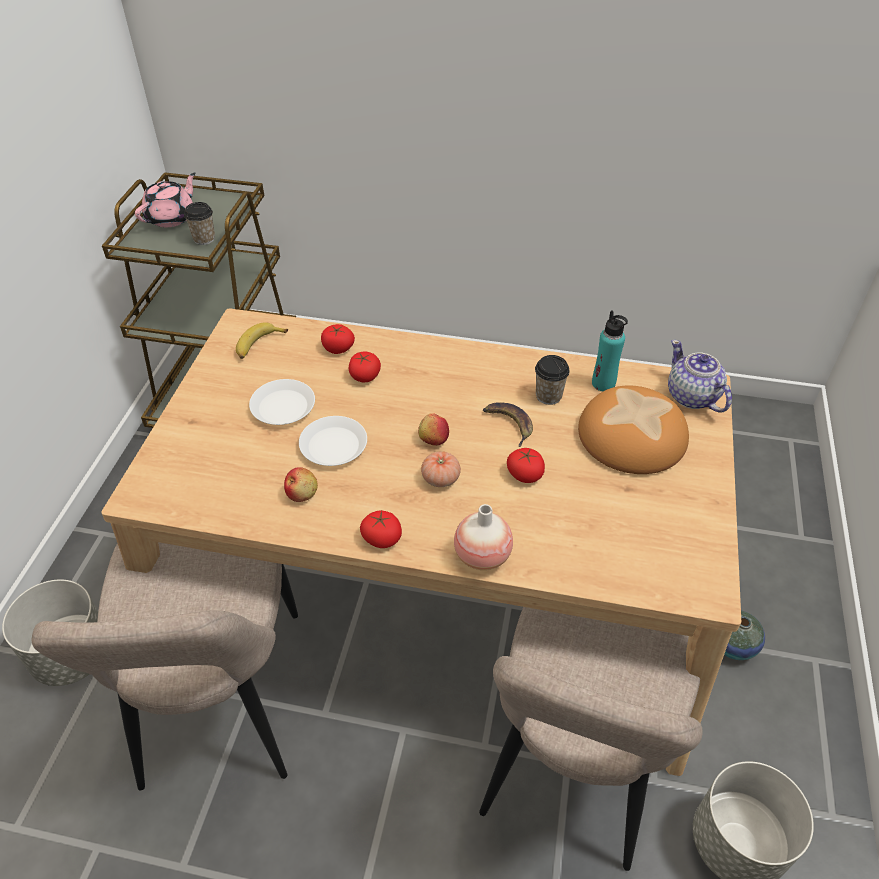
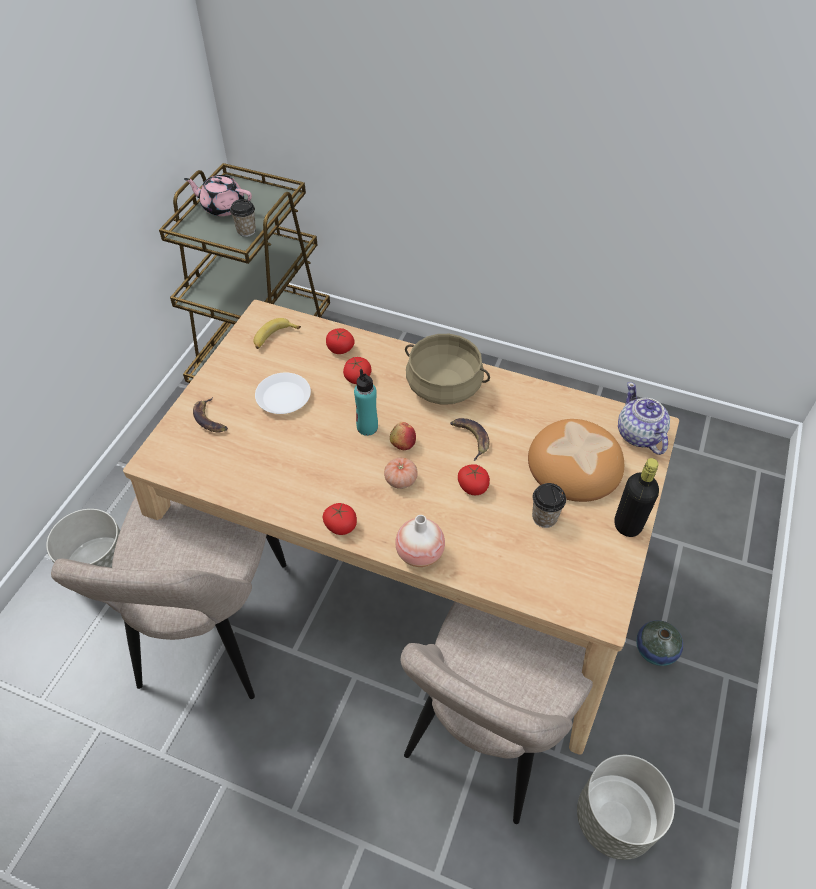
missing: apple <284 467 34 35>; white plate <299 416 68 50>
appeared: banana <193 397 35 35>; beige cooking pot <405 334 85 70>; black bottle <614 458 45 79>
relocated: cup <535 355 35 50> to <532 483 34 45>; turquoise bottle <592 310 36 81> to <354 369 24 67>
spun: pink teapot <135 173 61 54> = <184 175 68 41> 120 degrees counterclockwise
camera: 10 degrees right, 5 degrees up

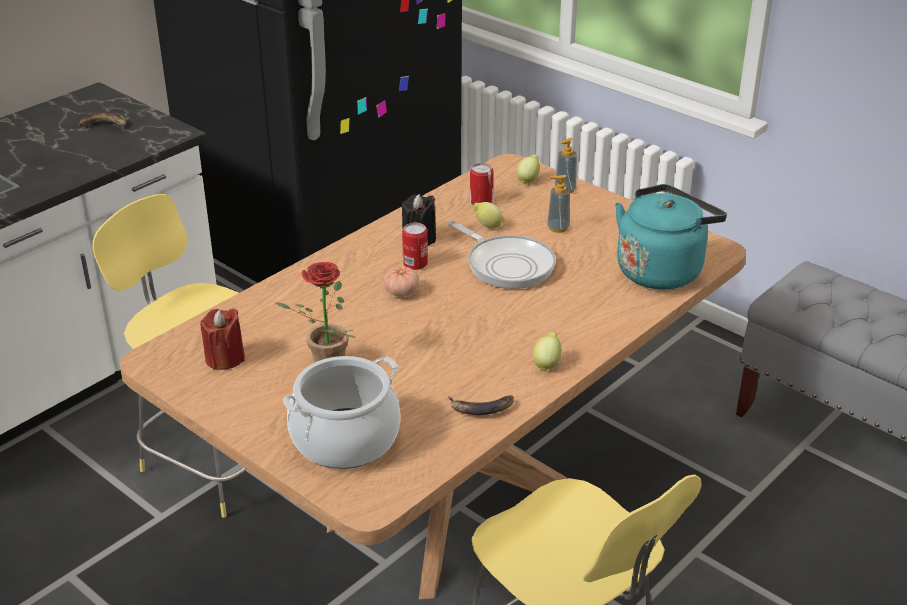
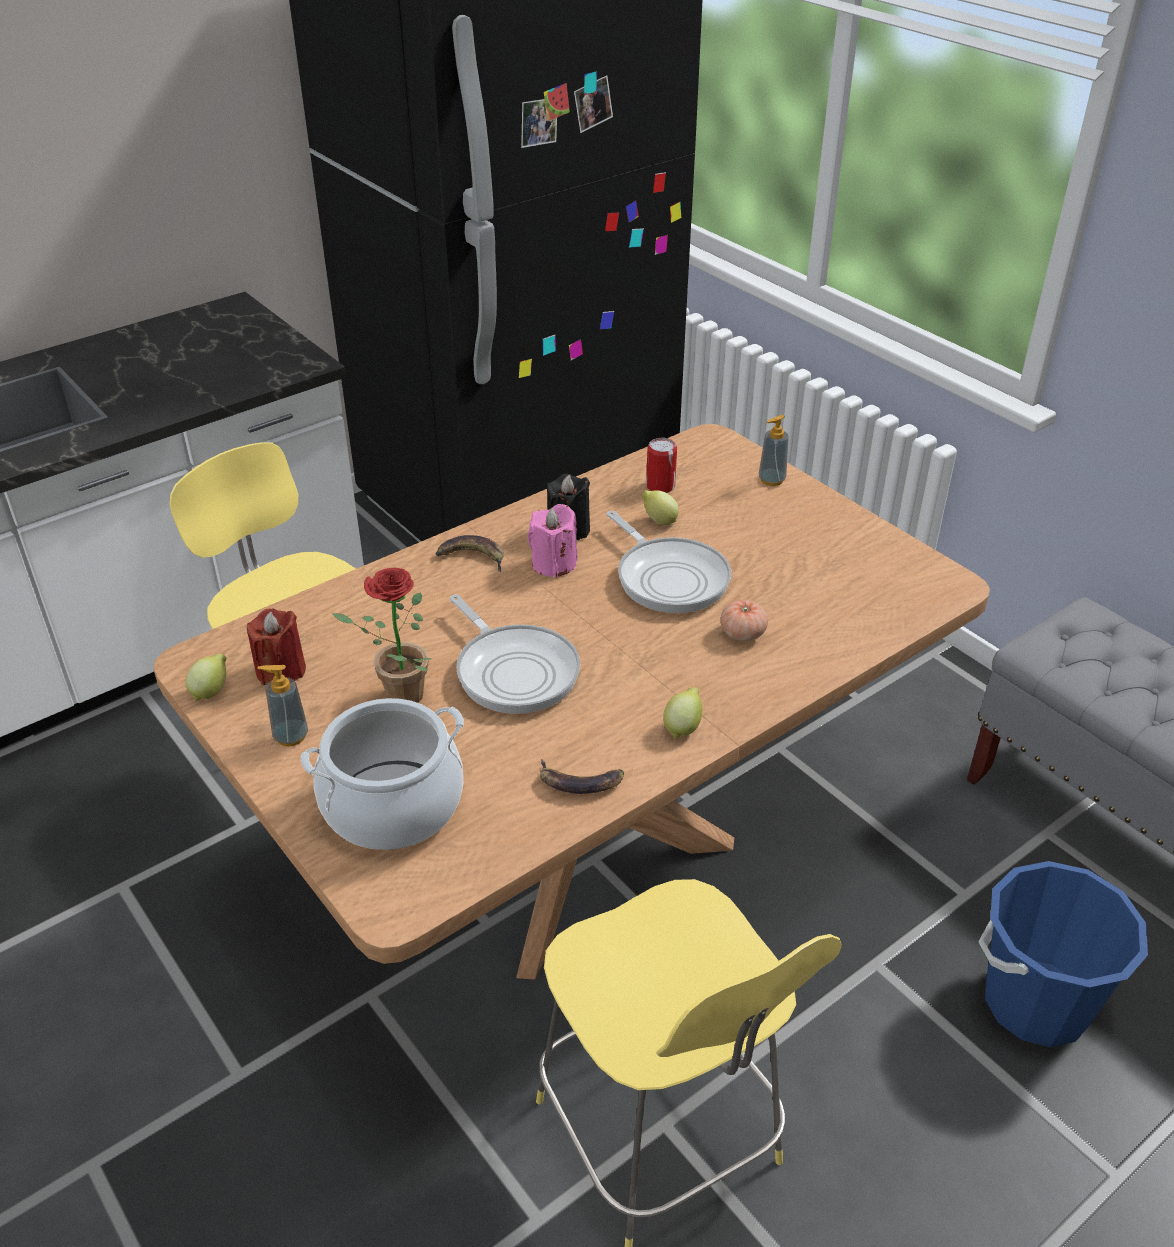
missing: turquoise kettle <615 184 112 106>
appeared: frying pan <449 595 131 119>; blue bucket <978 861 170 186>
relocated: banana <78 112 48 20> to <435 535 69 37>; tomato <384 266 36 31> to <721 600 47 41>; lemon <517 155 23 29> to <186 654 40 47>; soap dispenser <547 175 23 58> to <257 665 51 82>
exchanged: can <402 222 26 48> to pink candle <528 504 50 74>
camera: 10 degrees right, 5 degrees up

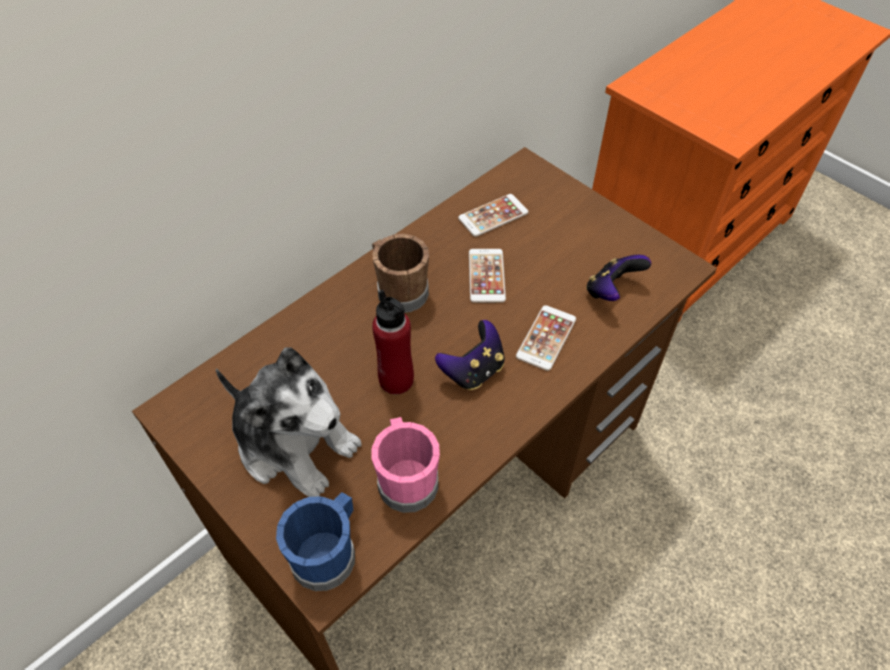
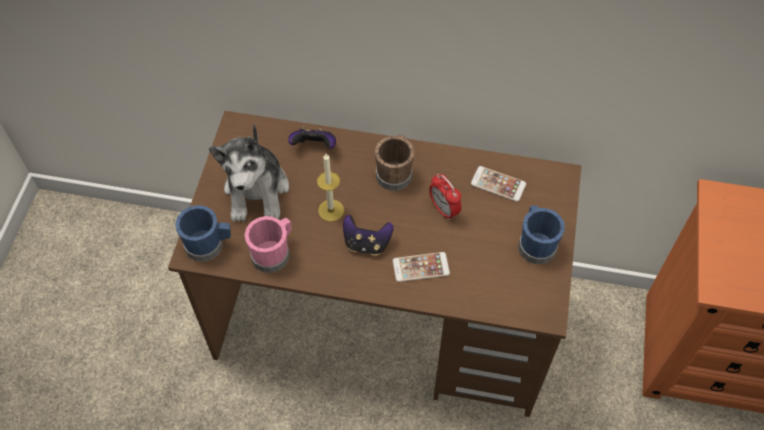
appeared: blue mug <518 205 47 59>
relocated: game controller <586 255 65 46> to <288 126 48 23>
exchanged: red bottle <372 290 42 104> to candle <317 154 27 68>; phone <469 249 37 54> to alarm clock <429 174 32 46>
camera: 55 degrees right, 5 degrees up

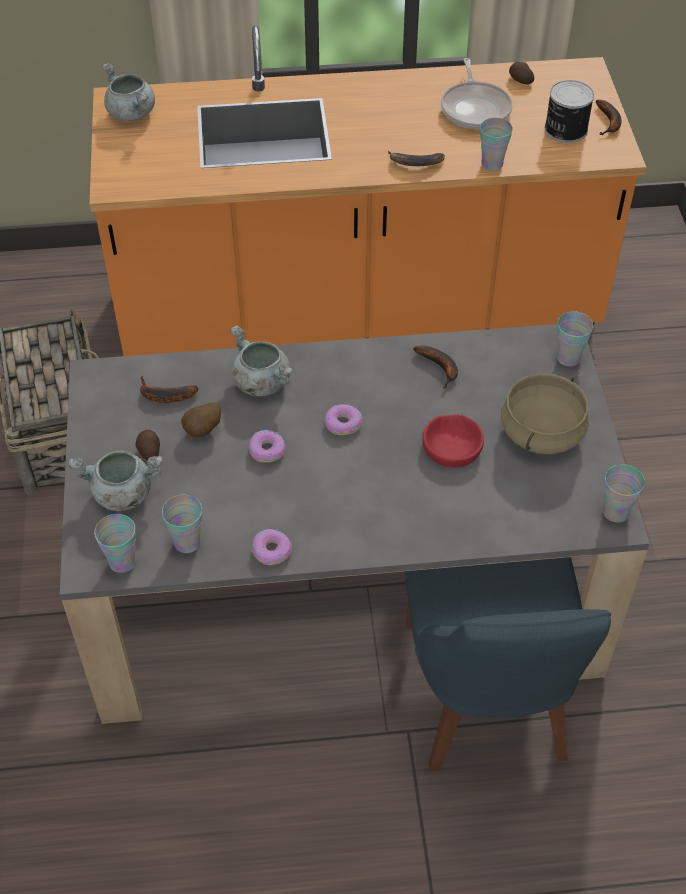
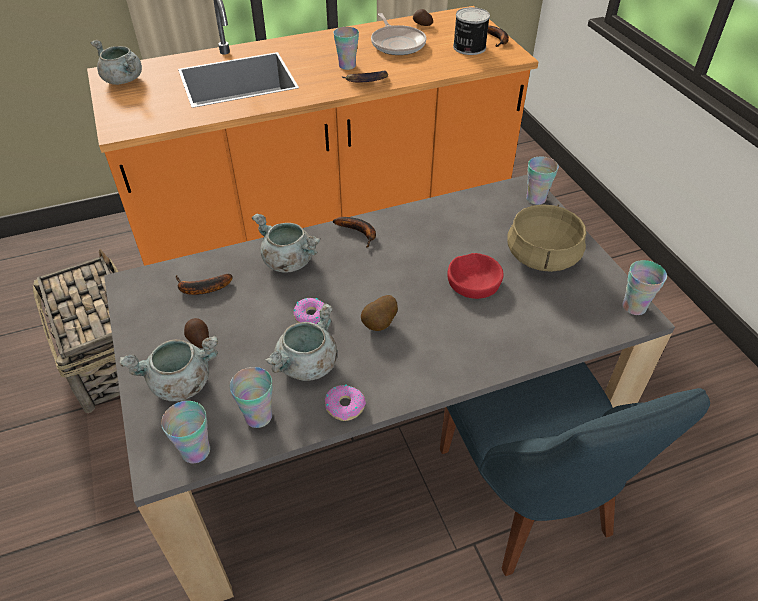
missing: donut <325 404 38 31>
appeared: grey cooking pot <266 303 71 78>
relocated: potato <181 403 40 34> to <361 295 37 36>; banana <413 345 45 43> to <333 217 43 31>; cup <480 118 33 52> to <333 27 26 43>
camera: 15 degrees left, 5 degrees down

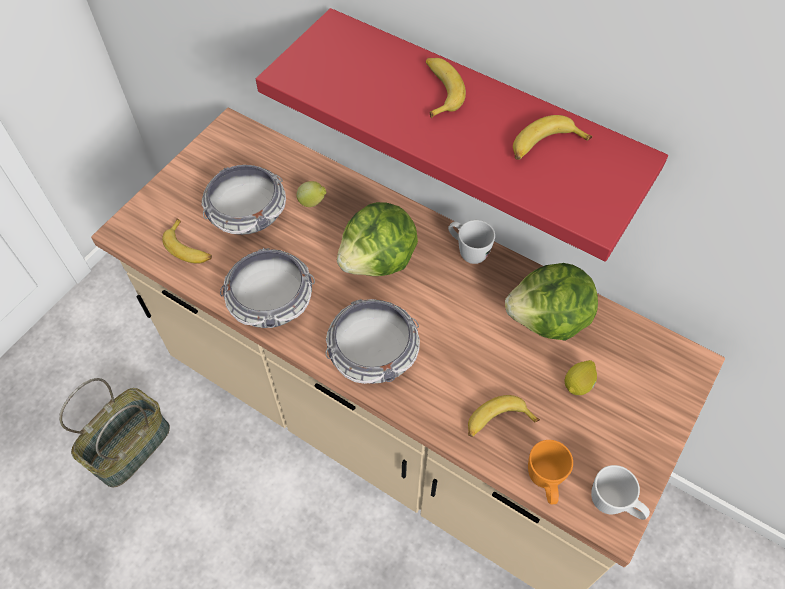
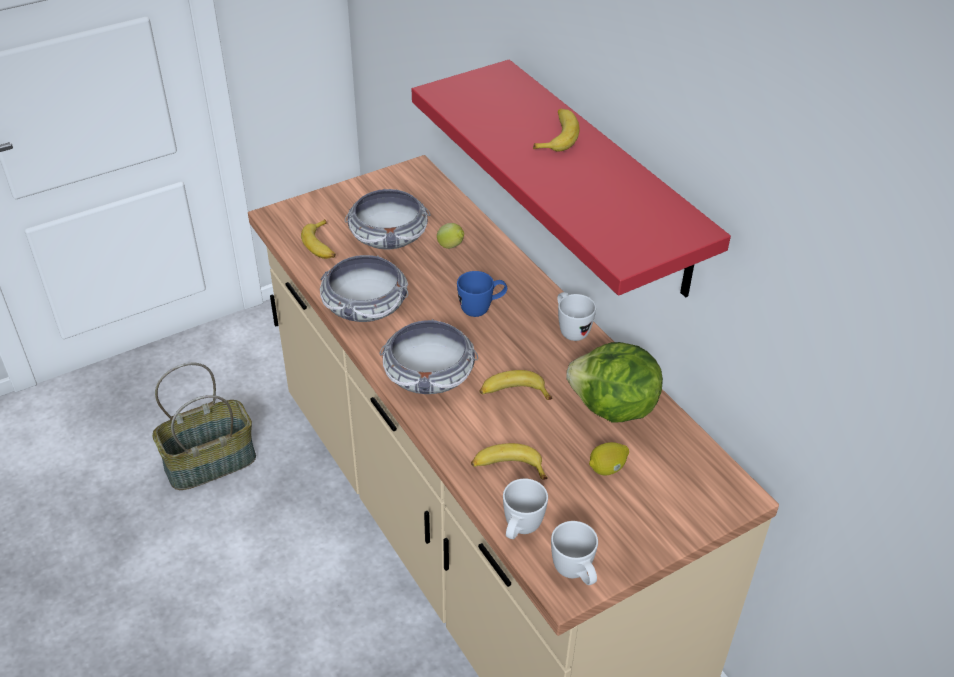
relocated: banana <513 115 79 45> to <480 370 72 30>
exchanged: lettuce <337 202 81 74> to blue mug <457 271 50 46>
colour: orange mug <528 440 45 64> to white mug <503 478 45 61>
camera: 25 degrees right, 15 degrees down

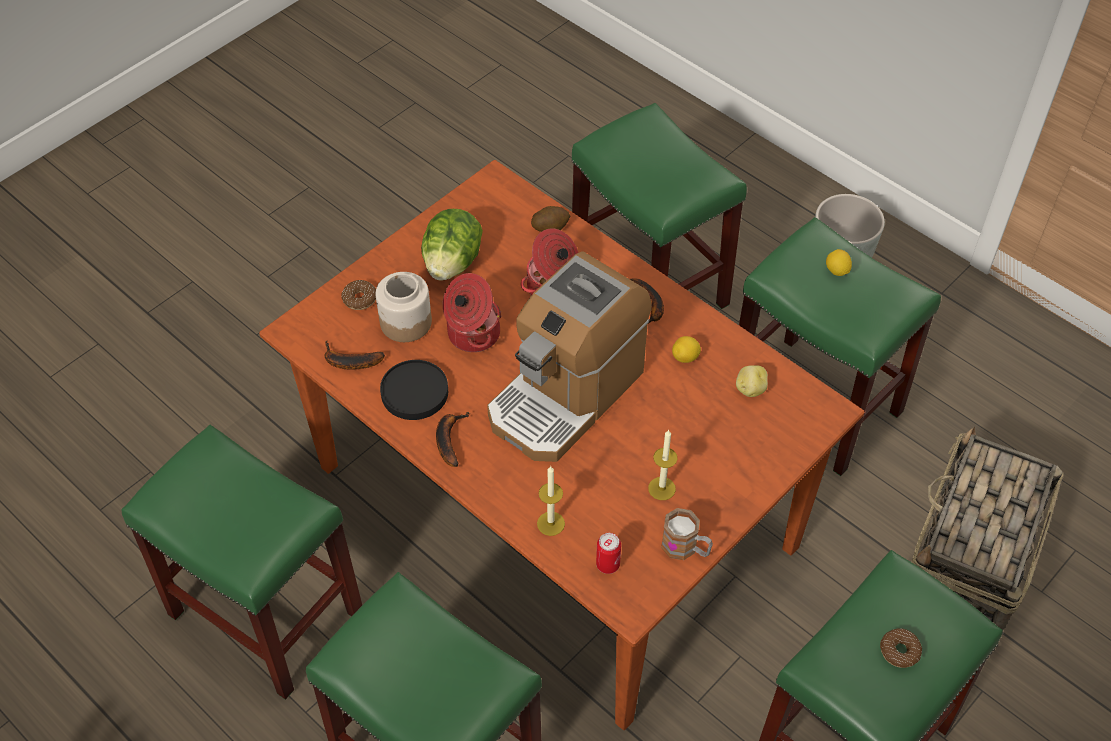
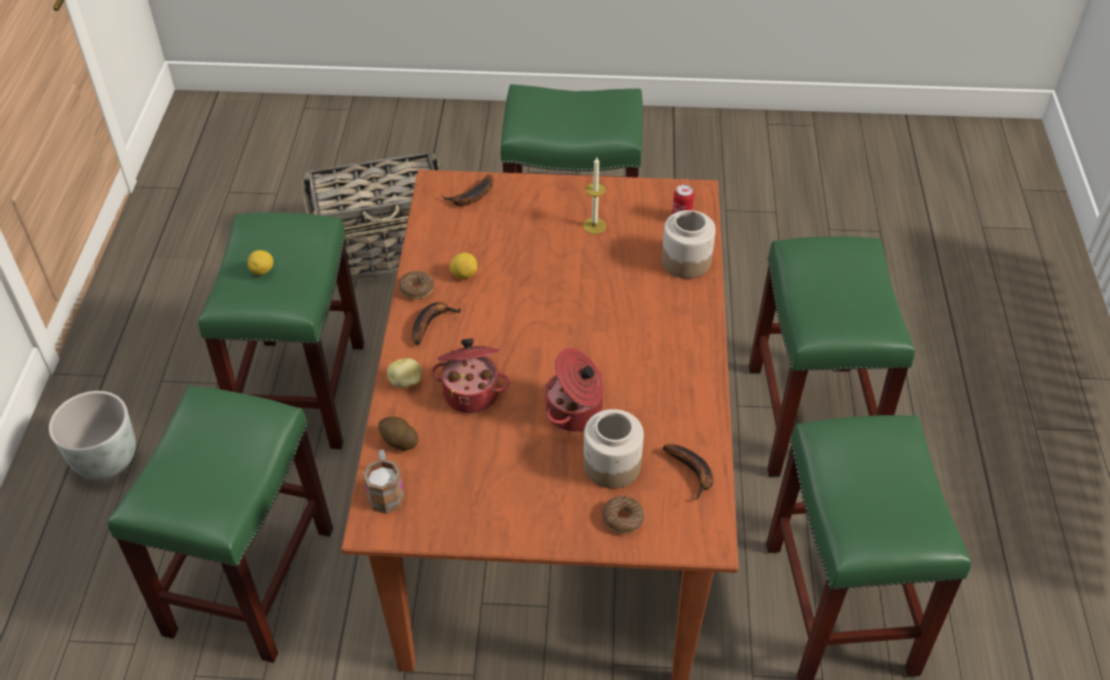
missing: black plate <380 360 68 60>; lettuce <421 209 62 71>; coffee machine <487 251 165 211>
relocated: banana <436 412 34 55> to <442 174 51 32>; mug <661 508 52 52> to <363 449 42 65>; potato <736 365 32 32> to <387 358 35 30>; donut <880 628 42 40> to <399 271 35 28>
exchanged: candle <537 466 28 70> to jar <661 210 55 69>
camera: 130 degrees left, 5 degrees down

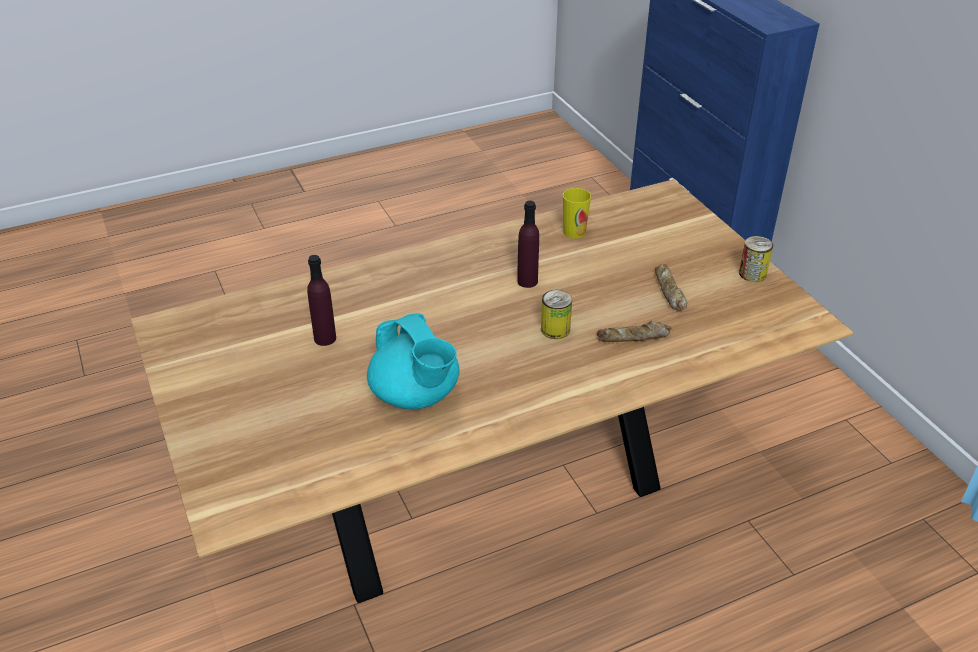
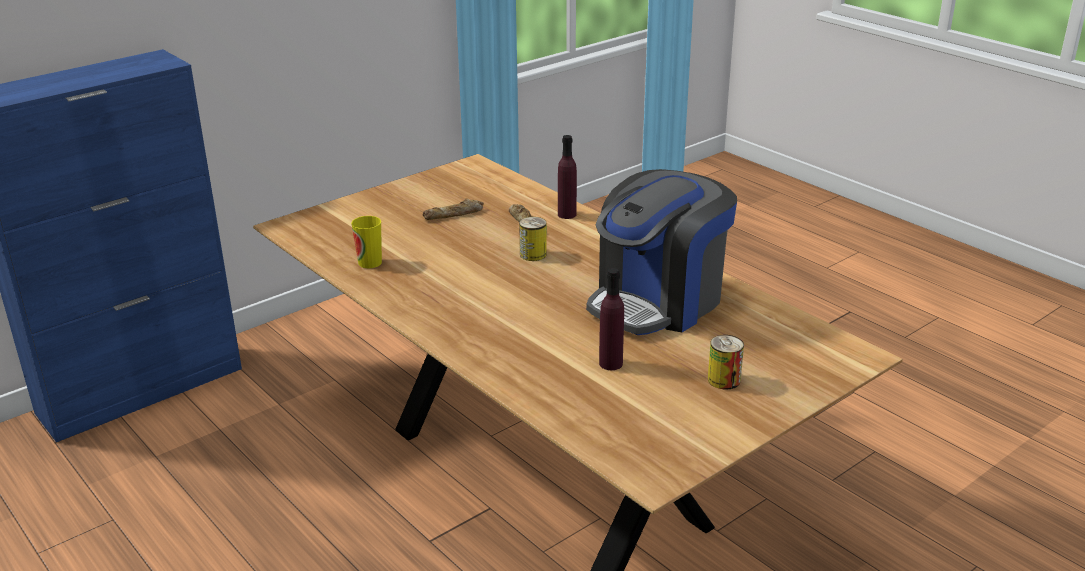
relocated: purple bottle <517 201 22 87> to <558 135 19 84>; can <739 236 34 46> to <708 335 36 55>
exchanged: turquoise teapot <367 313 93 96> to coffee machine <586 169 151 166>
camera: 105 degrees left, 10 degrees down

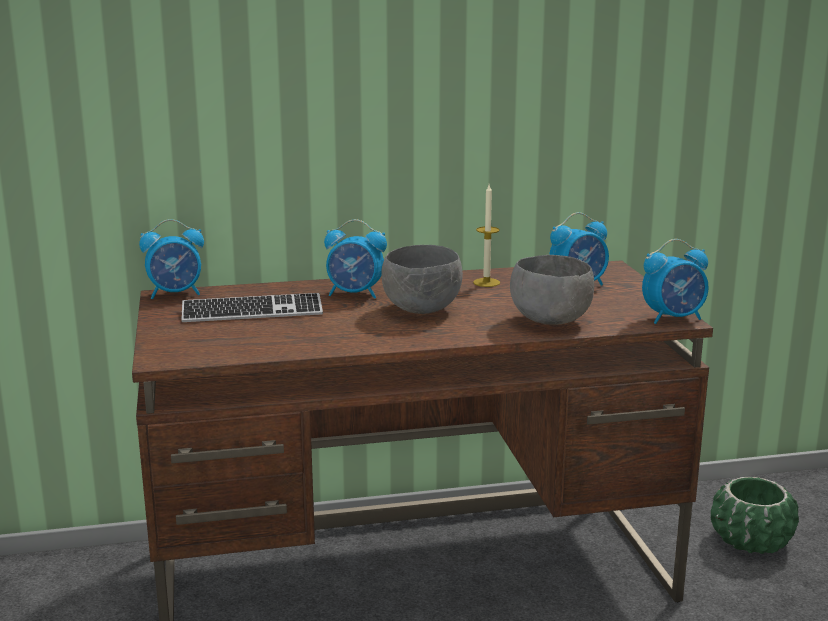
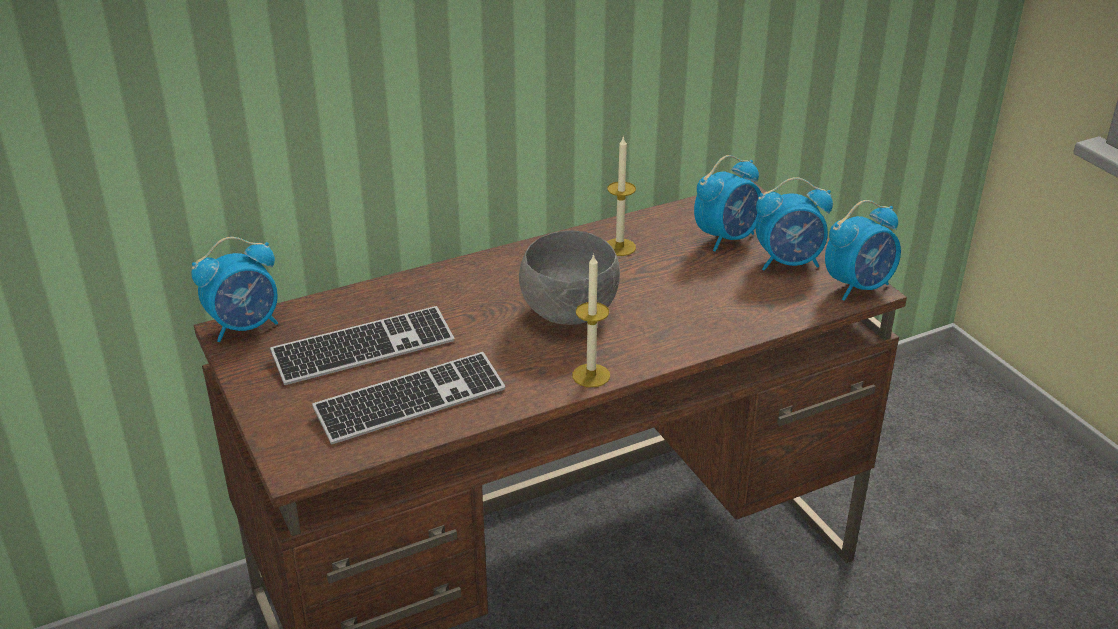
missing: grey bowl <510 255 84 70>; green planter <711 477 88 77>
appeared: keyboard <312 352 193 92>; candle <572 253 38 134>
relocated: alarm clock <324 219 63 80> to <756 177 77 93>
camera: 15 degrees left, 15 degrees up

